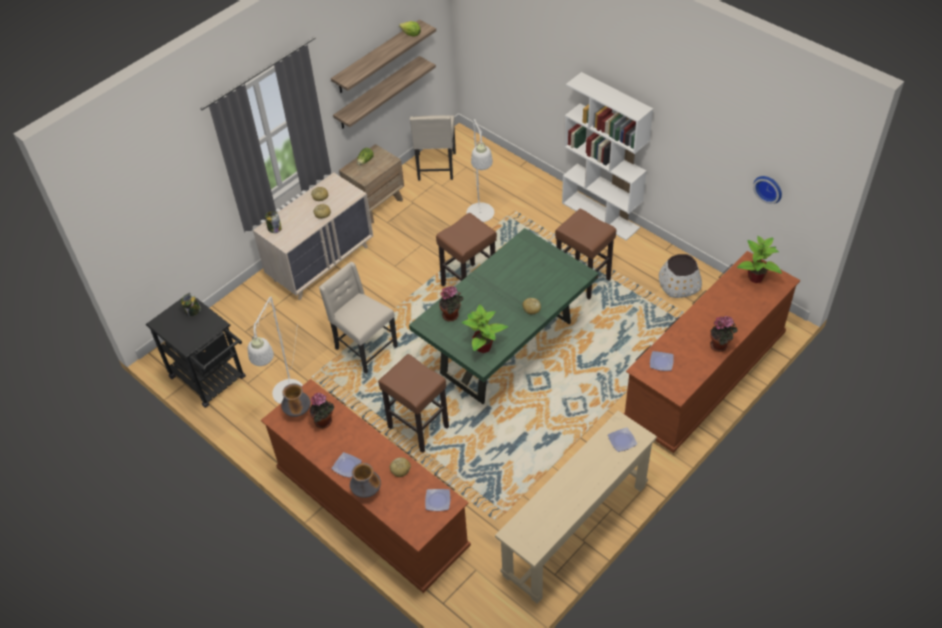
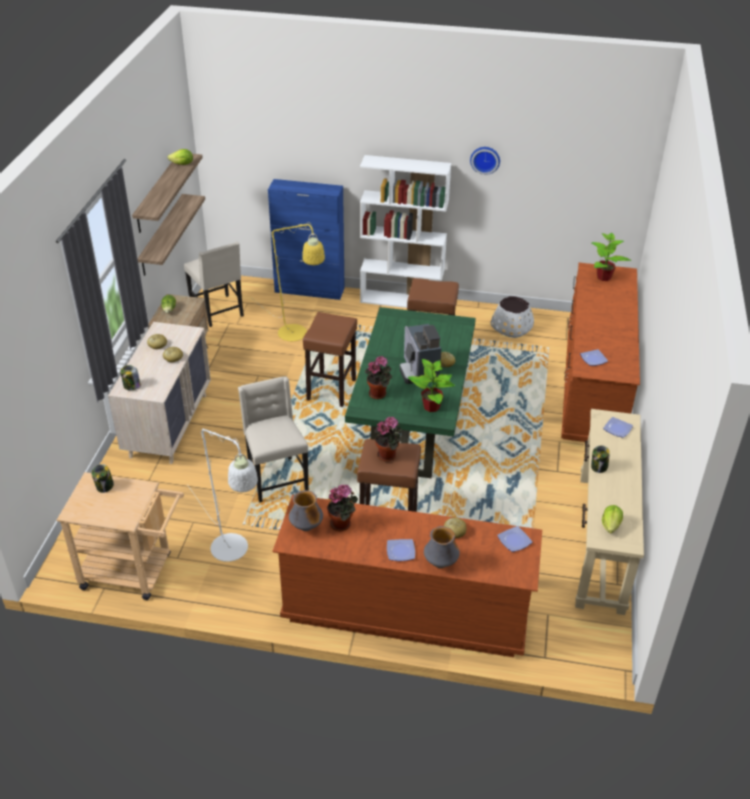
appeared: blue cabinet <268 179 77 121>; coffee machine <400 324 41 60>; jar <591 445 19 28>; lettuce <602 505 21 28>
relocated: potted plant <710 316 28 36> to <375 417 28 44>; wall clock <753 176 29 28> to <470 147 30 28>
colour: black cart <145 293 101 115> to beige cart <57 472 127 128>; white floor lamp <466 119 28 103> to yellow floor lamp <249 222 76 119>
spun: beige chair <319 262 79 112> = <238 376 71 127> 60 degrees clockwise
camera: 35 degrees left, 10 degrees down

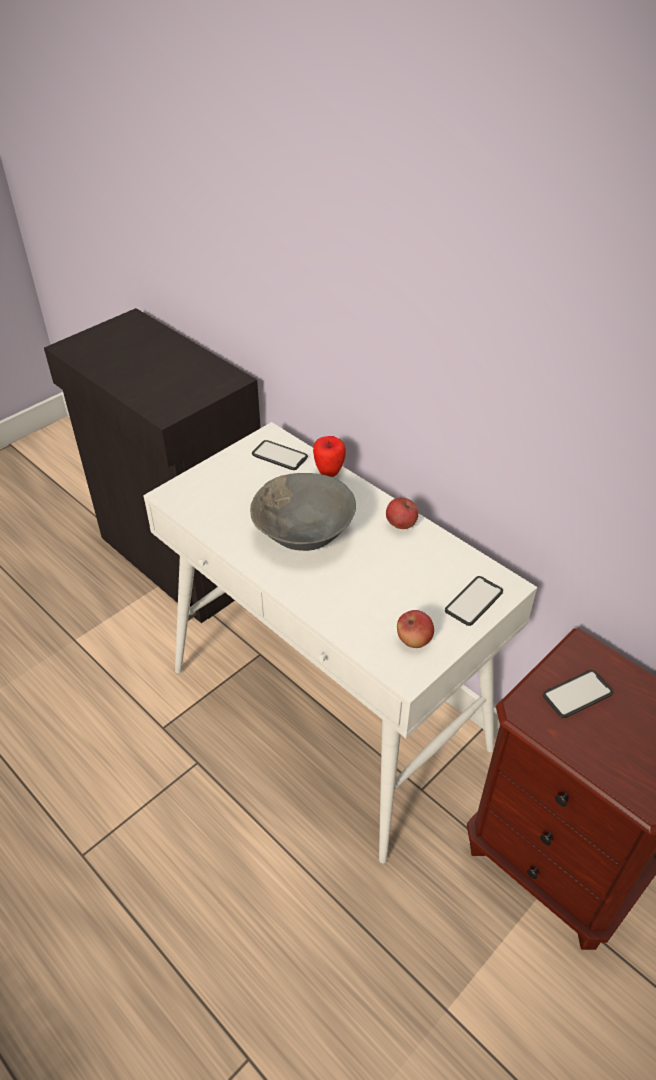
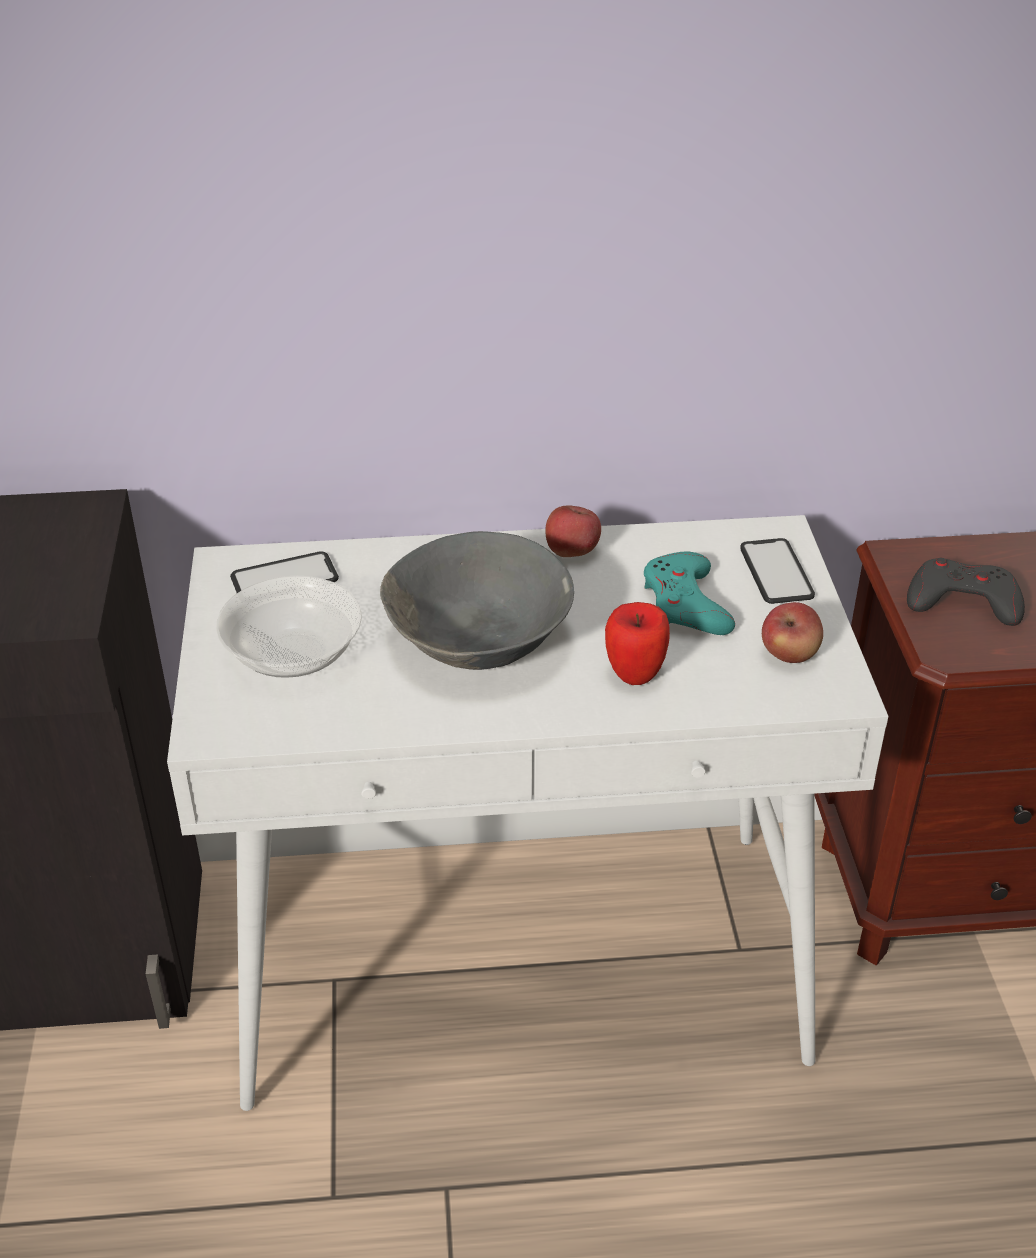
appeared: bowl <216 576 146 102>; turquoise game controller <644 551 91 84>
relocated: apple <313 436 33 41> to <605 602 65 83>
exchanged: phone <543 670 70 48> to grey game controller <907 558 118 68>
camera: 50 degrees left, 5 degrees down

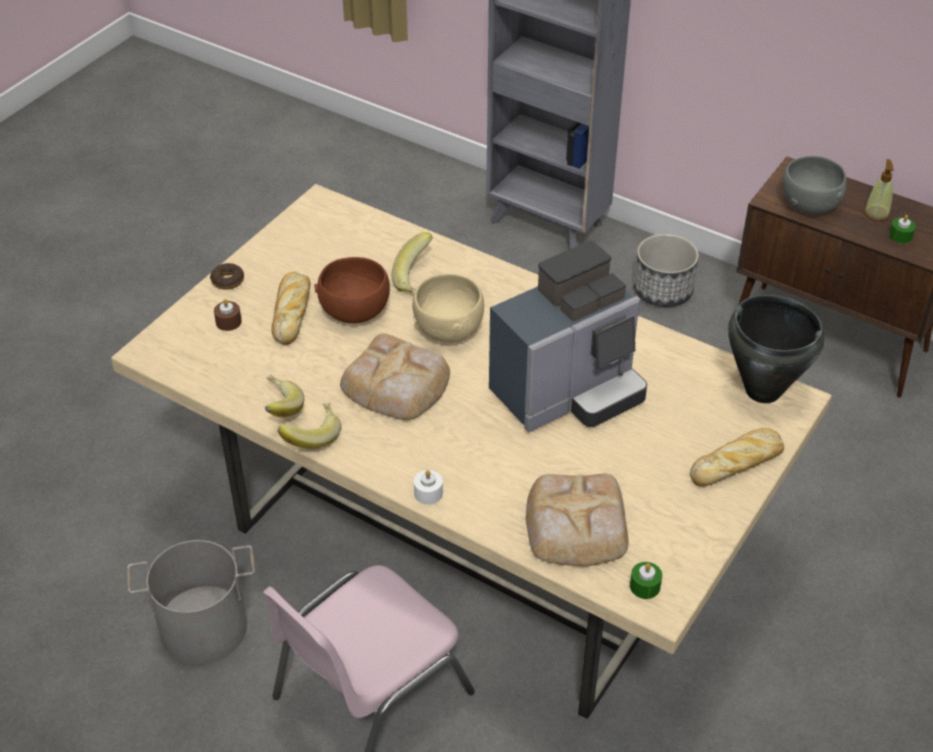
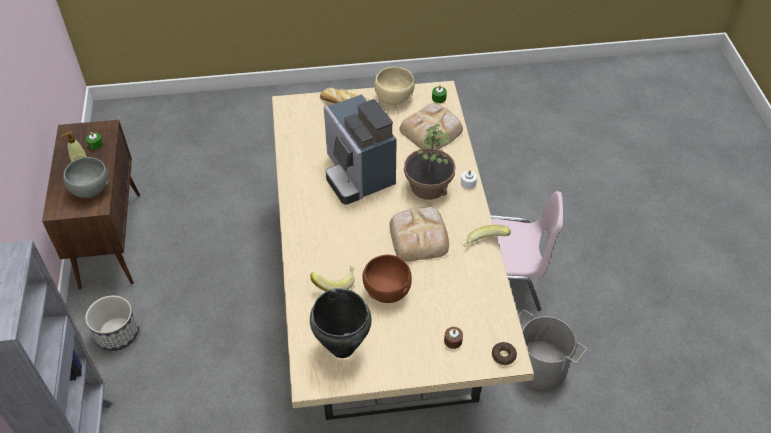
missing: banana <265 374 39 43>; bread <271 271 39 74>
appeared: potted plant <404 123 52 77>
relocated: donut <210 263 34 26> to <492 342 25 23>; beige bowl <413 274 71 68> to <374 67 41 38>; black cooking pot <728 295 96 108> to <310 288 62 70>
spun: coffee machine <489 240 158 192> = <324 94 73 111> 135 degrees counterclockwise
camera: 130 degrees left, 5 degrees up

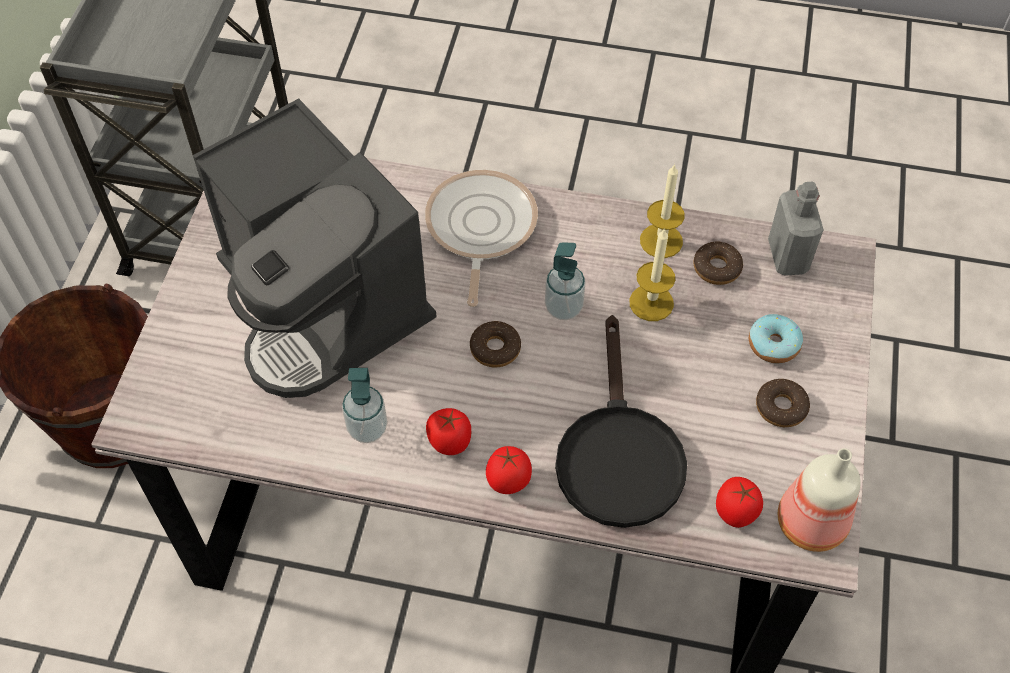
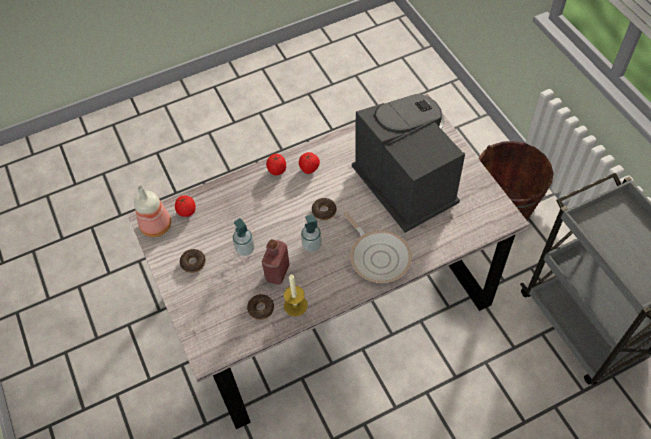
missing: black frying pan <555 315 132 213>; donut <749 314 54 49>; grey bottle <768 182 56 94>
relocated: soap dispenser <342 368 46 75> to <233 218 22 38>
exchanged: candle <629 228 46 93> to red bottle <261 239 29 45>
spun: coffee machine <193 98 244 300> = <352 94 113 139> 45 degrees clockwise
camera: 145 degrees right, 0 degrees up

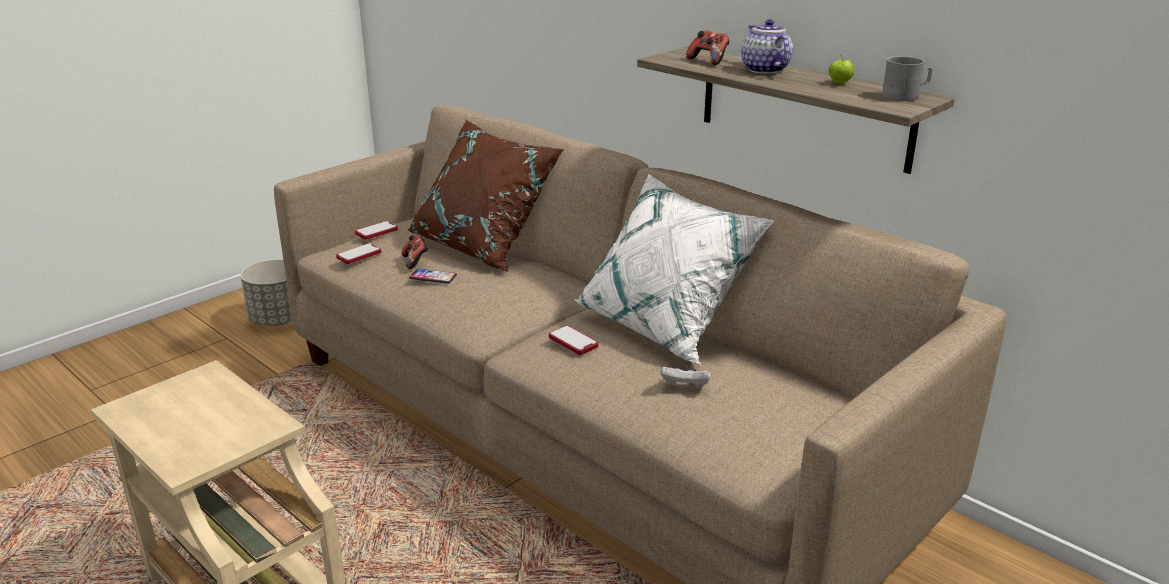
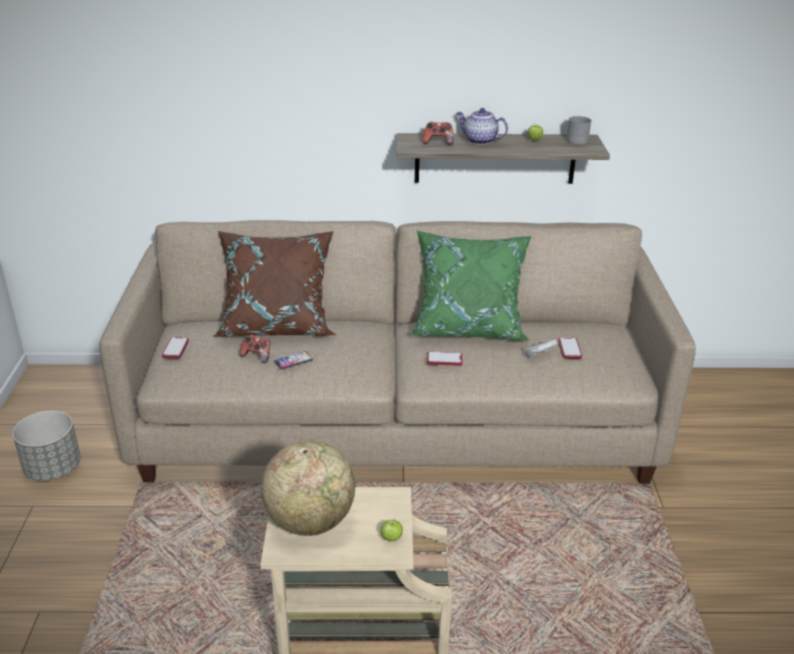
appeared: globe <261 440 94 96>; apple <380 520 23 21>
relocated: phone <336 243 45 21> to <558 338 24 21>
colour: white pillow <575 174 199 191> to green pillow <408 230 124 110>
camera: 45 degrees left, 5 degrees up

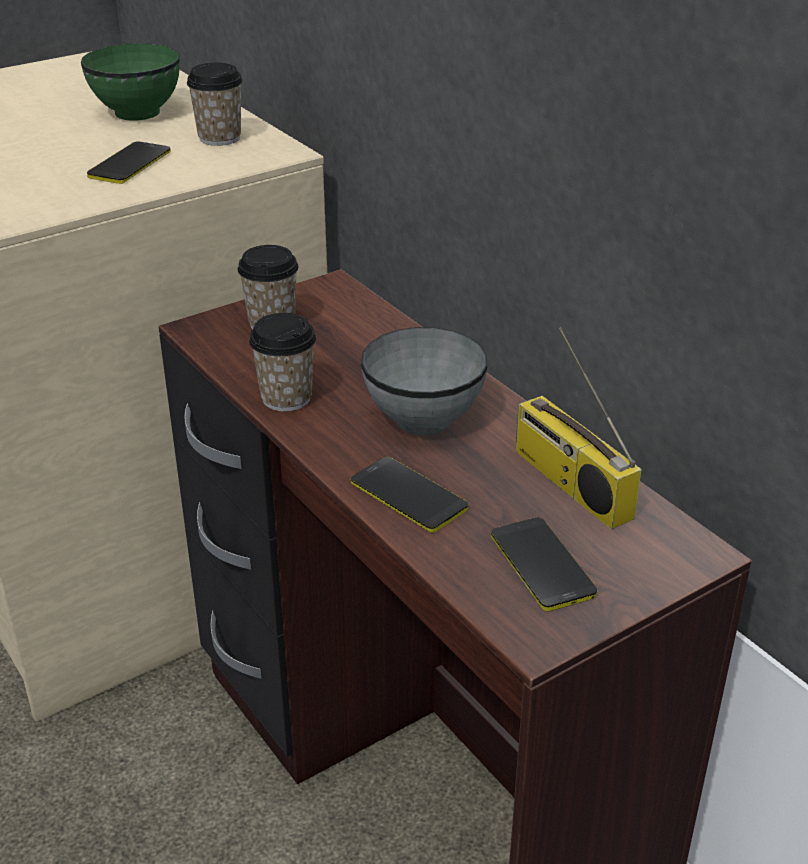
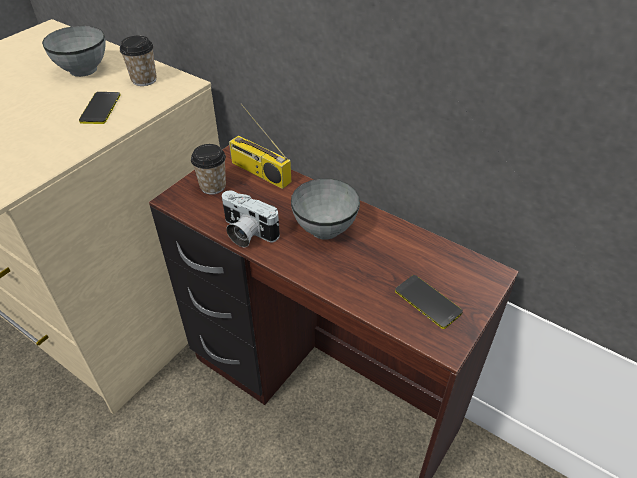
missing: phone <351 457 117 76>
relocated: radio <516 327 125 202> to <229 103 62 86>
exchanged: cup <249 313 67 99> to photo camera <222 191 58 56>
colour: green bowl <81 43 99 78> to grey bowl <42 26 64 51>
camera: 20 degrees left, 10 degrees up

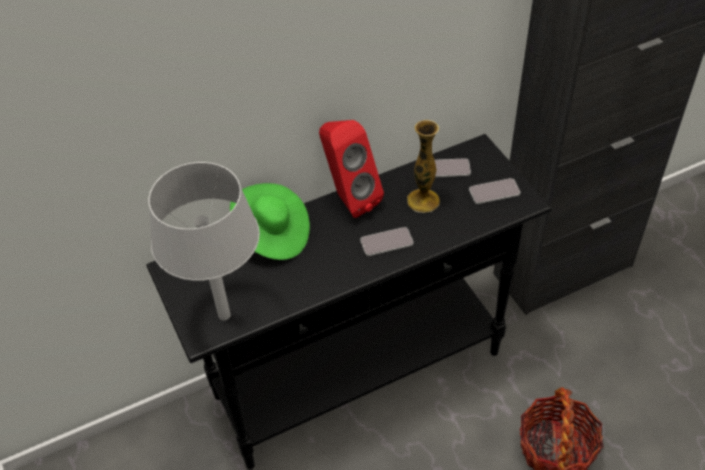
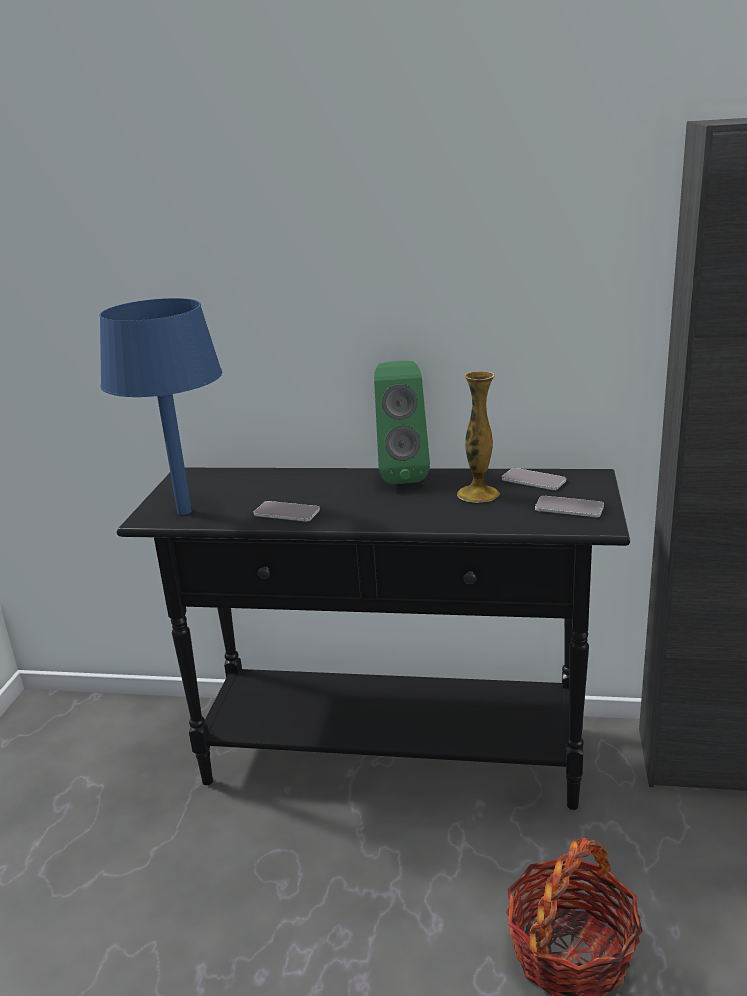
missing: green hat <230 183 80 77>
relocated: phone <360 227 53 29> to <254 501 66 21>
colour: grey table lamp <149 162 111 158> to blue table lamp <99 298 123 217>; red speaker <319 120 65 98> to green speaker <374 360 56 124>
camera: 35 degrees right, 25 degrees down

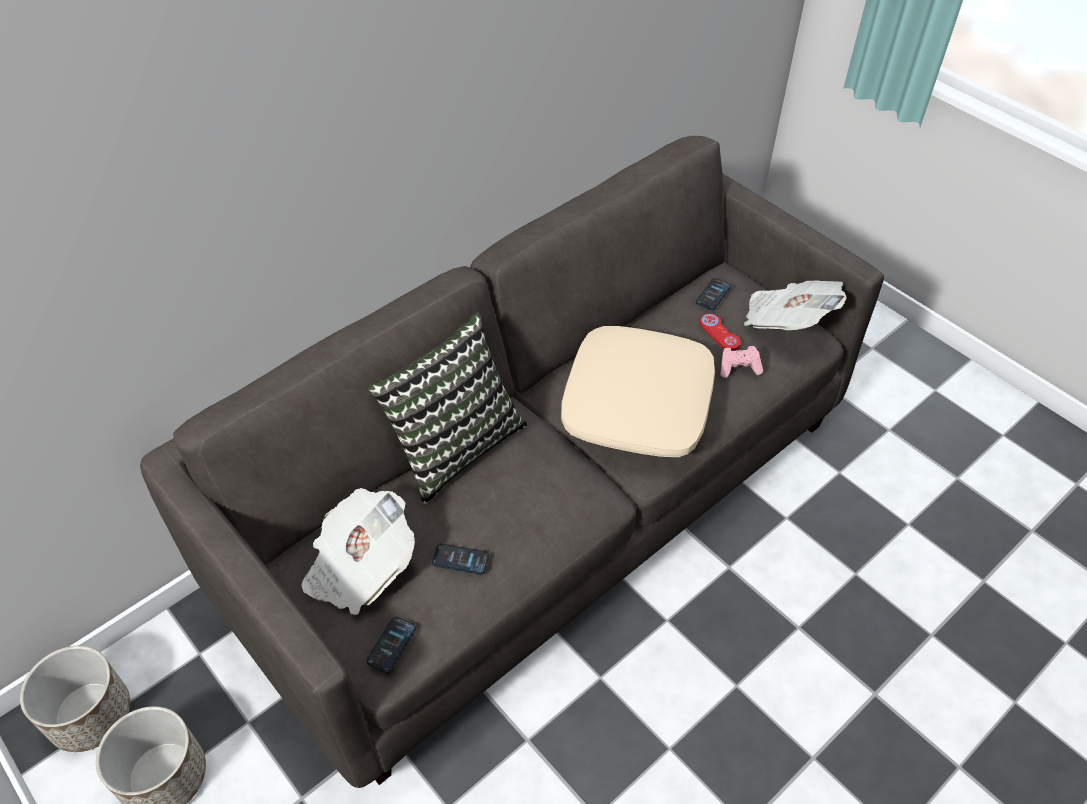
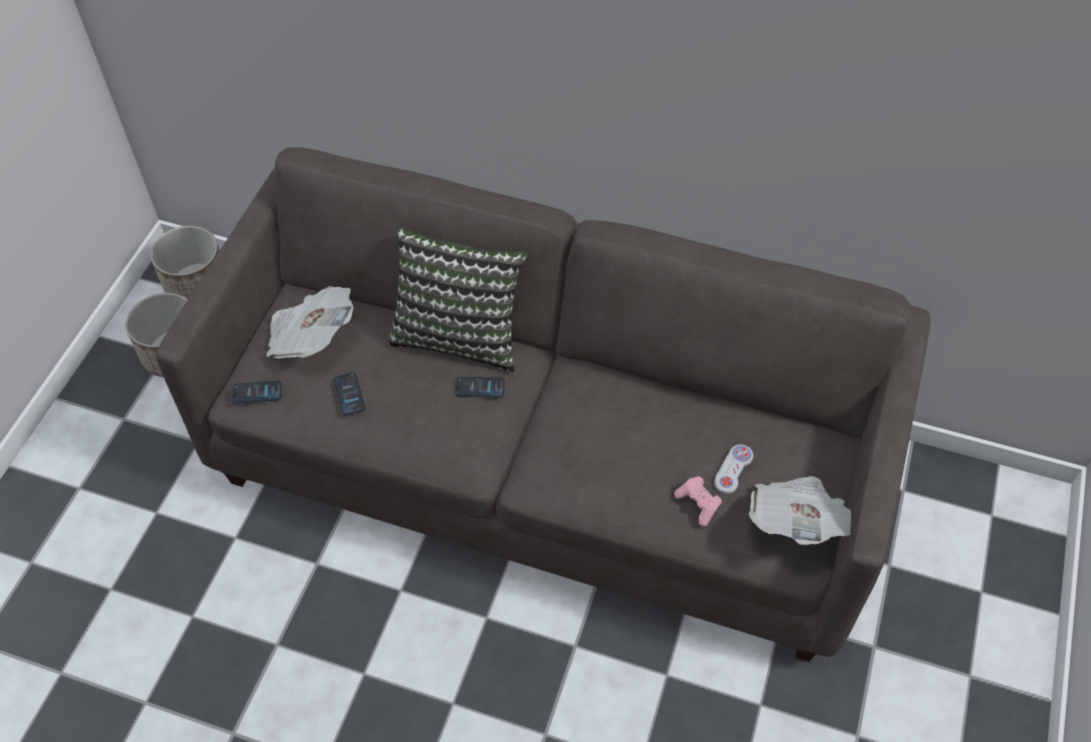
missing: beige pillow <561 326 154 131>
relocated: phone <696 278 35 32> to <456 377 49 21>
colour: red game controller <700 314 41 37> to white game controller <714 444 39 50>
camera: 60 degrees right, 5 degrees up

